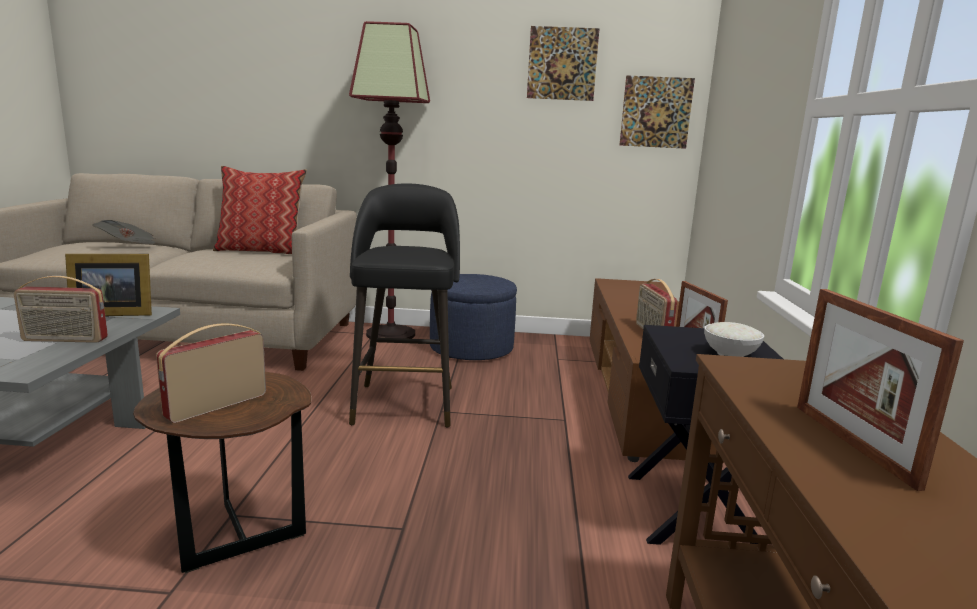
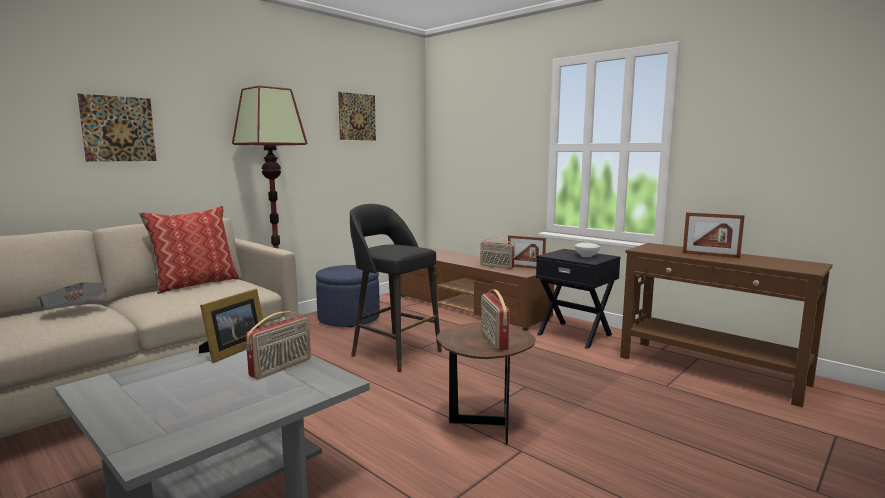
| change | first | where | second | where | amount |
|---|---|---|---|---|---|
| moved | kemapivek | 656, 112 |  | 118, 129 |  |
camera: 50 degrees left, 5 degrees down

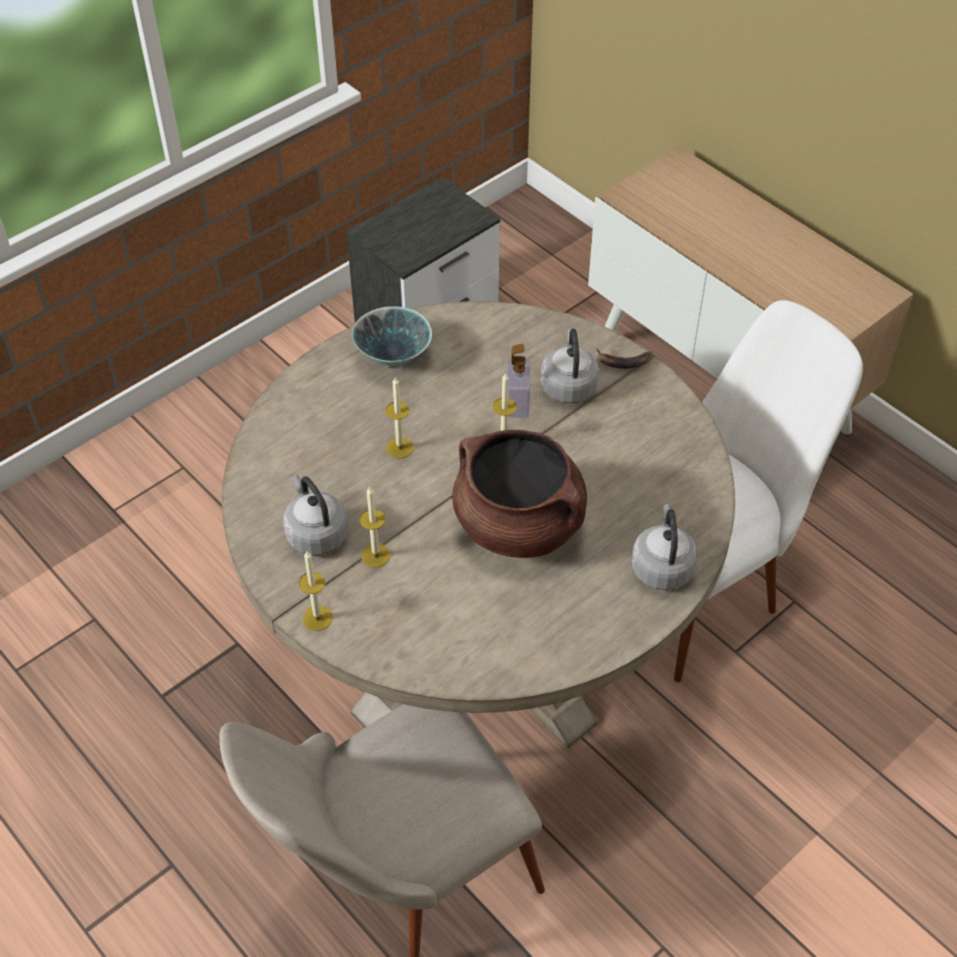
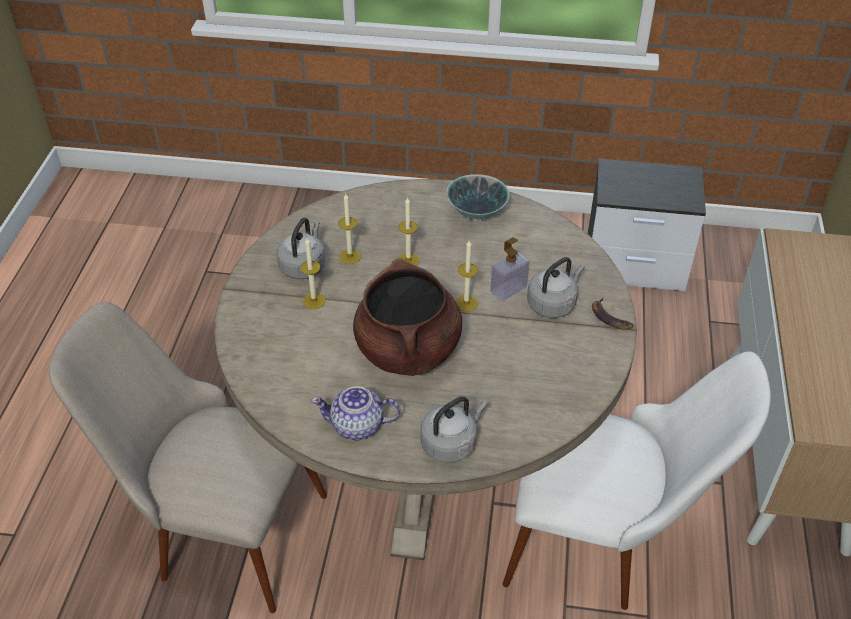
| change | first | where | second | where | amount |
|---|---|---|---|---|---|
| added |  |  | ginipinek | 358, 426 |  |
| moved | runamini | 317, 618 |  | 350, 256 |  |
camera: 50 degrees right, 5 degrees down

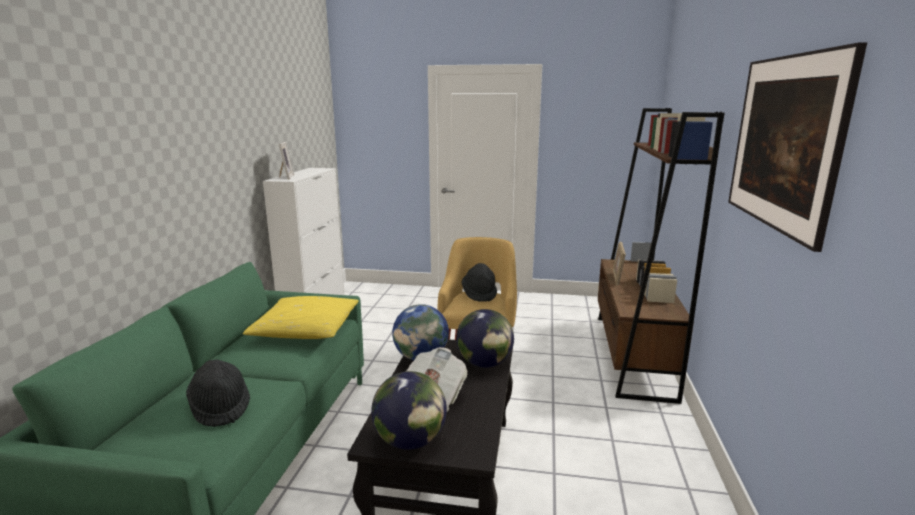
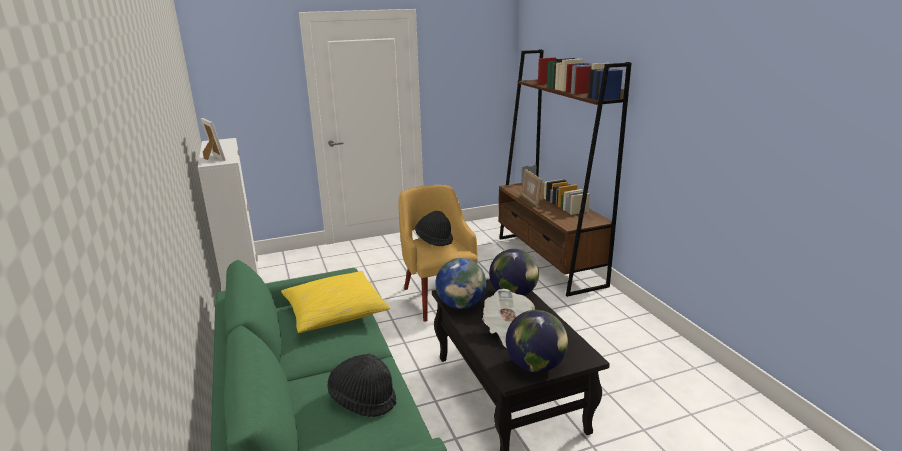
| change | first | where | second | where | amount |
|---|---|---|---|---|---|
| removed | kemapivek | 776, 183 |  |  |  |
camera: 30 degrees left, 5 degrees up

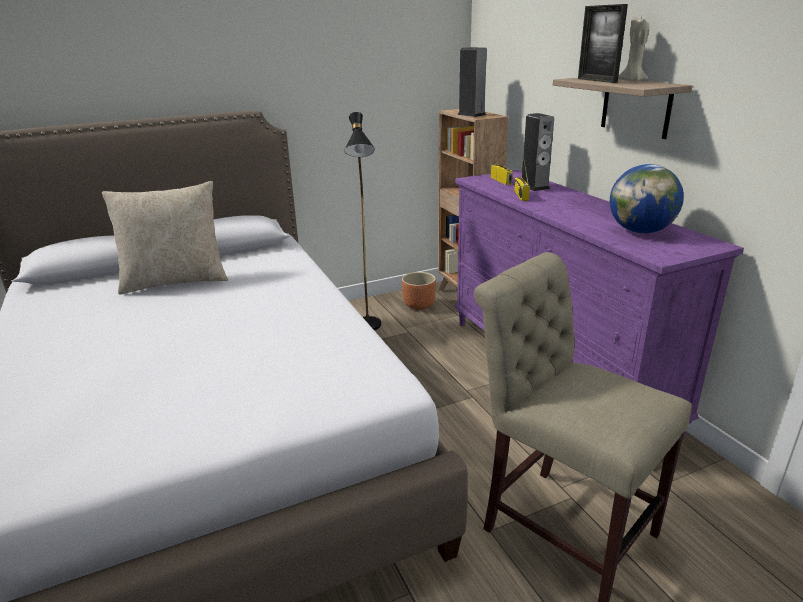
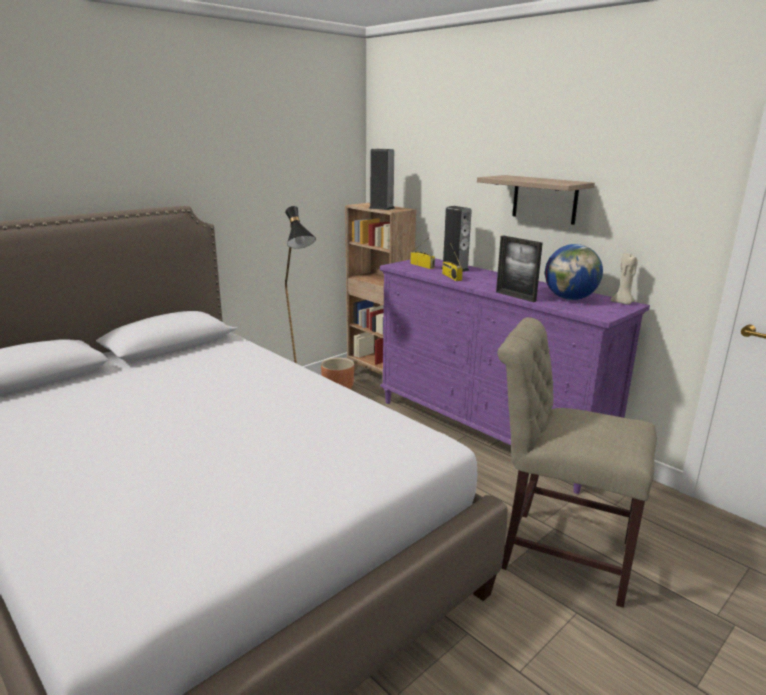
| change | first | where | second | where | amount |
|---|---|---|---|---|---|
| removed | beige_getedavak | 175, 281 |  |  |  |
| moved | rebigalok | 596, 80 |  | 515, 296 |  |
| moved | beige_runamini | 632, 81 |  | 623, 303 |  |
camera: 20 degrees left, 5 degrees down

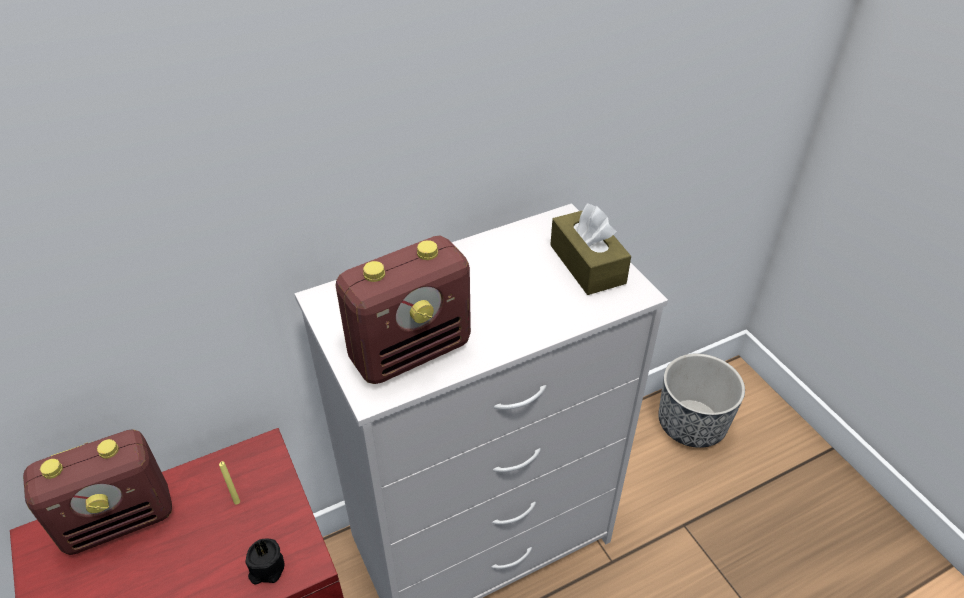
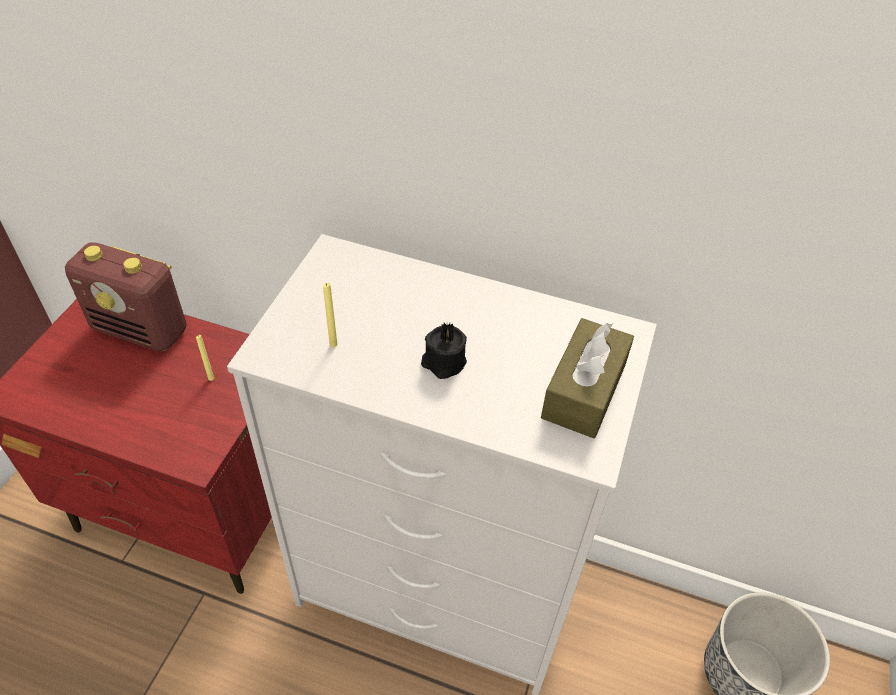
| change | first | where | second | where | amount |
|---|---|---|---|---|---|
| moved | black_runamini | 266, 569 |  | 443, 363 |  |
| replaced | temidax | 411, 351 | yellow_runamini | 333, 344 |  |
camera: 45 degrees right, 5 degrees up

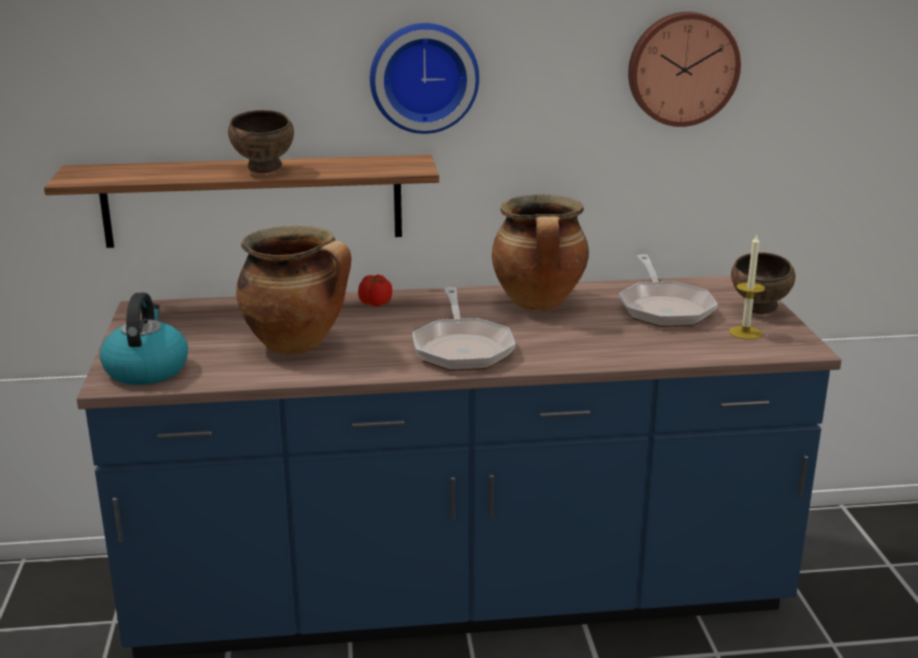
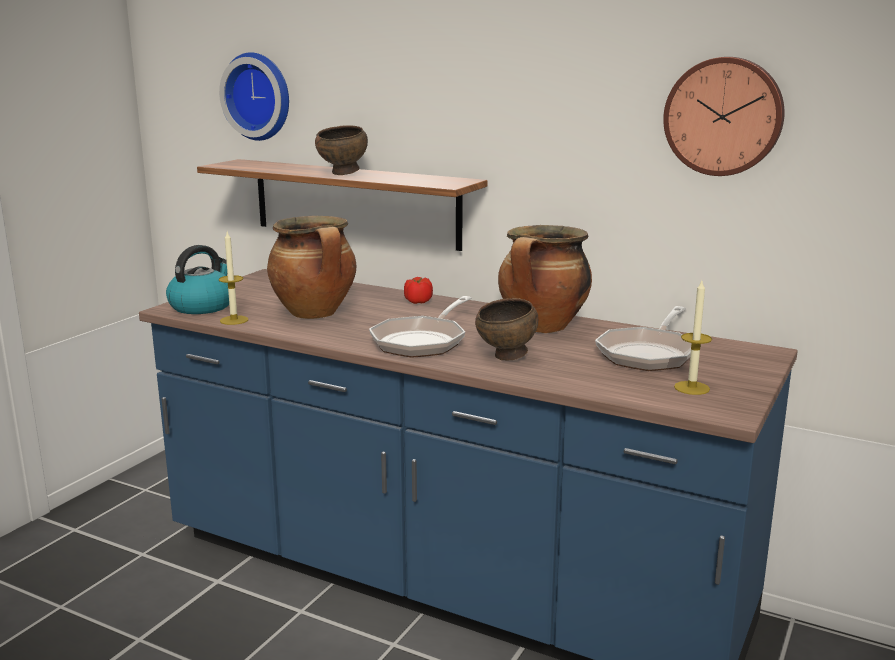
| change | first | where | second | where | amount |
|---|---|---|---|---|---|
| added |  |  | runamini | 234, 320 |  |
| moved | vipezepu | 423, 77 |  | 259, 96 |  |
| moved | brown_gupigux | 760, 310 |  | 507, 357 |  |
camera: 35 degrees right, 5 degrees down

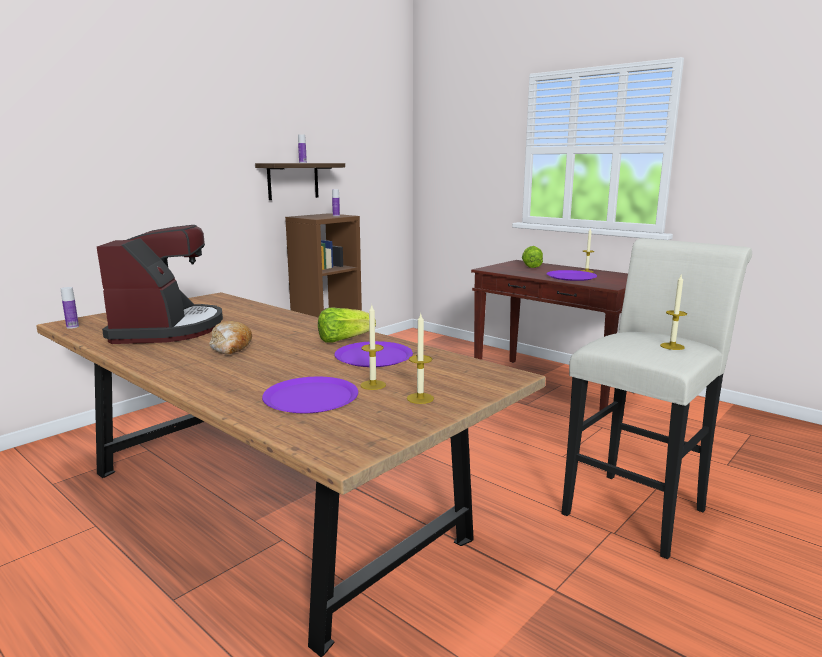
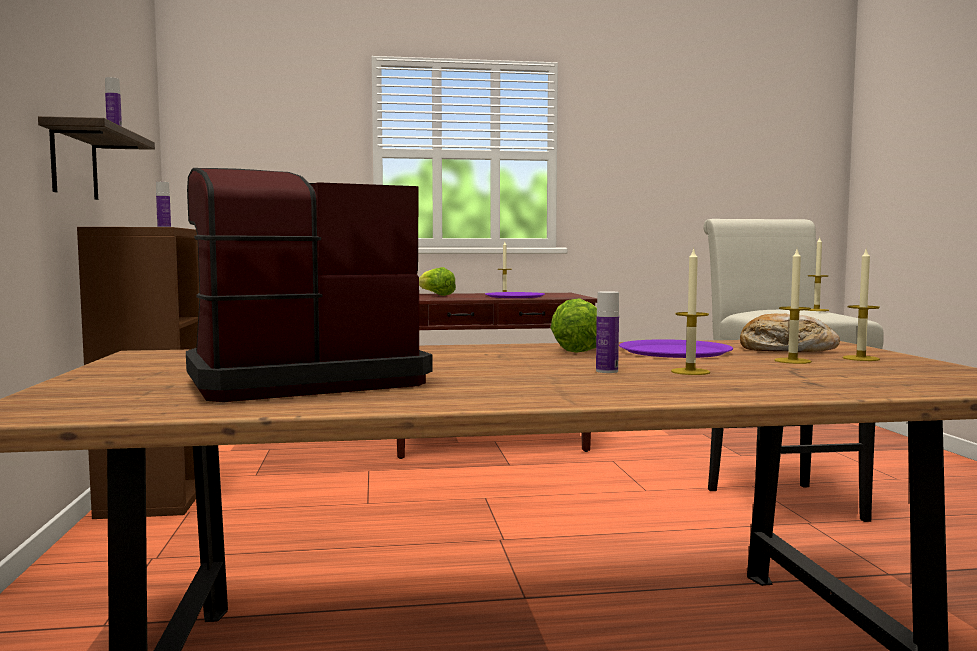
| change | first | where | second | where | amount |
|---|---|---|---|---|---|
| removed | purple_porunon | 311, 397 |  |  |  |
| added |  |  | runamini | 690, 372 |  |
| moved | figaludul | 72, 327 |  | 607, 371 |  |
| moved | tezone | 231, 347 |  | 786, 350 |  |
| turned | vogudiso | 168, 329 |  | 300, 380 | 60 degrees counterclockwise |
camera: 50 degrees left, 10 degrees down

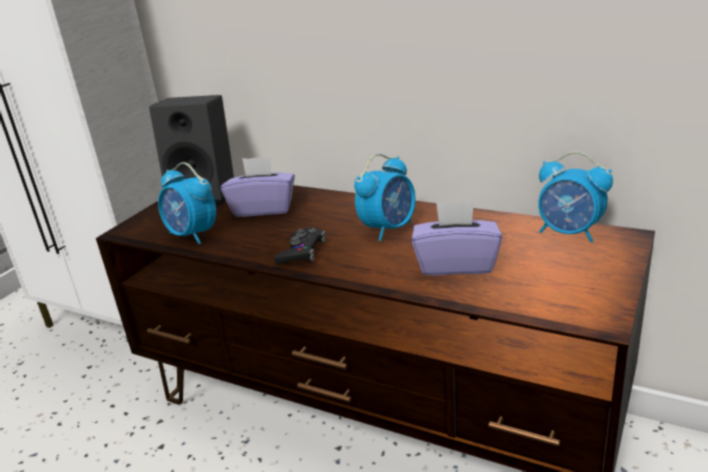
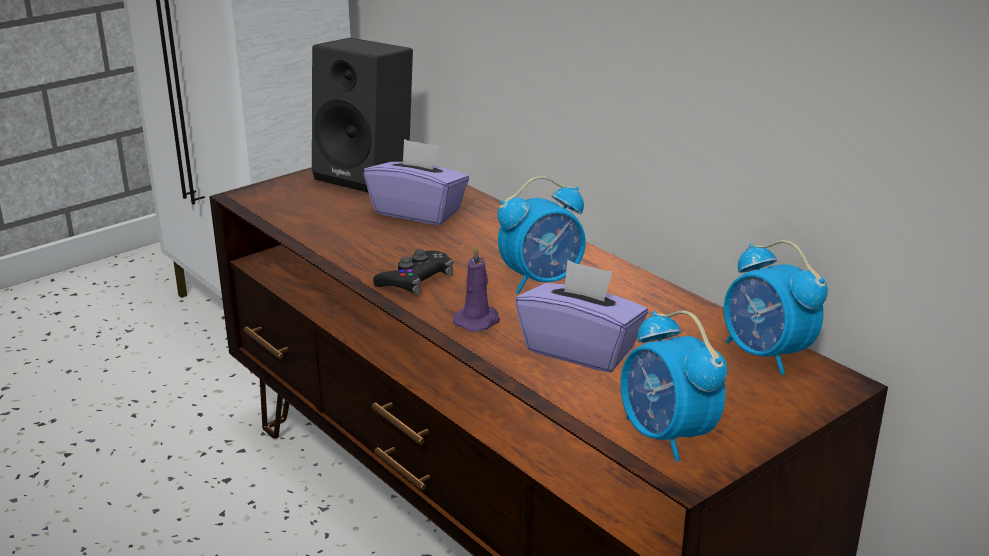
| change | first | where | second | where | amount |
|---|---|---|---|---|---|
| added |  |  | purple_runamini | 478, 321 |  |
| moved | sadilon | 193, 235 |  | 666, 436 |  |
camera: 20 degrees right, 0 degrees up

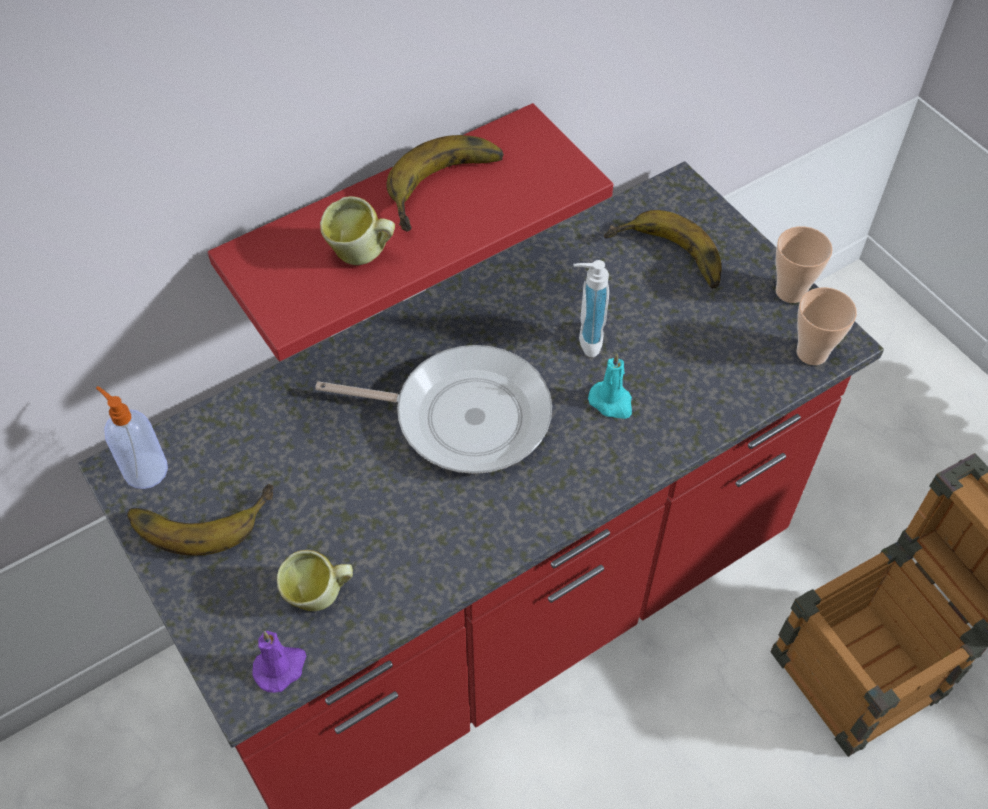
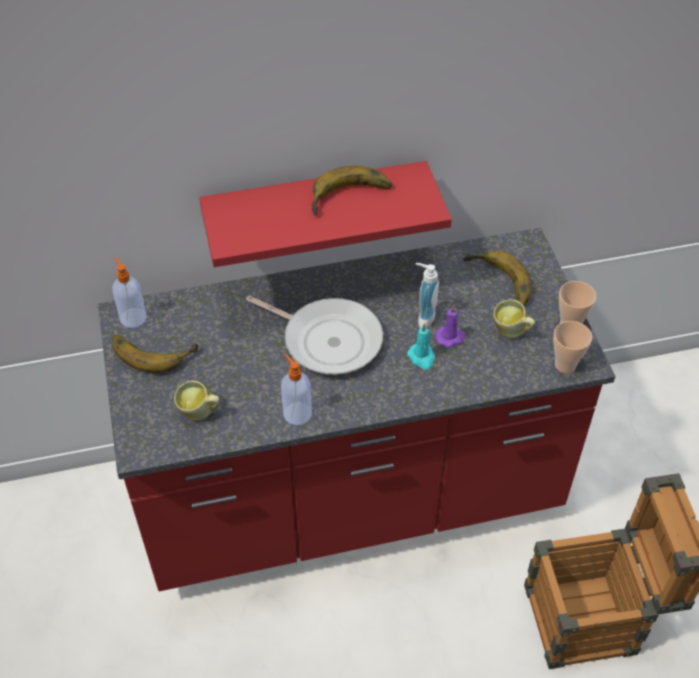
| change | first | where | second | where | amount |
|---|---|---|---|---|---|
| added |  |  | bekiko | 296, 413 |  |
| moved | purple_runamini | 281, 667 |  | 451, 337 |  |
| moved | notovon | 362, 255 |  | 511, 333 |  |
camera: 20 degrees right, 5 degrees down

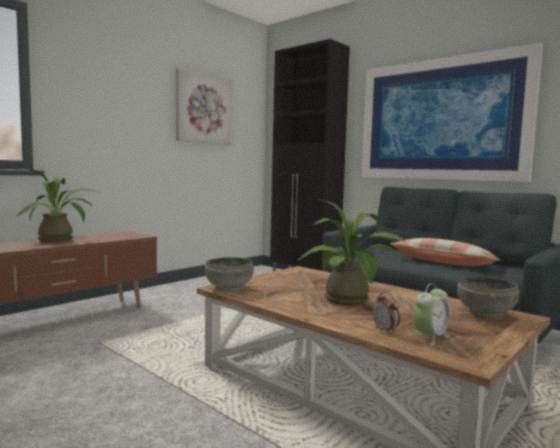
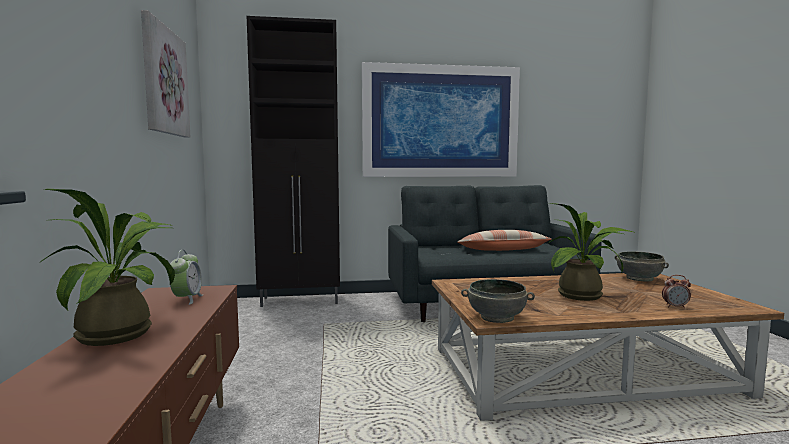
| change | first | where | second | where | amount |
|---|---|---|---|---|---|
| moved | sadilon | 430, 338 |  | 187, 299 |  |
camera: 50 degrees left, 0 degrees up

